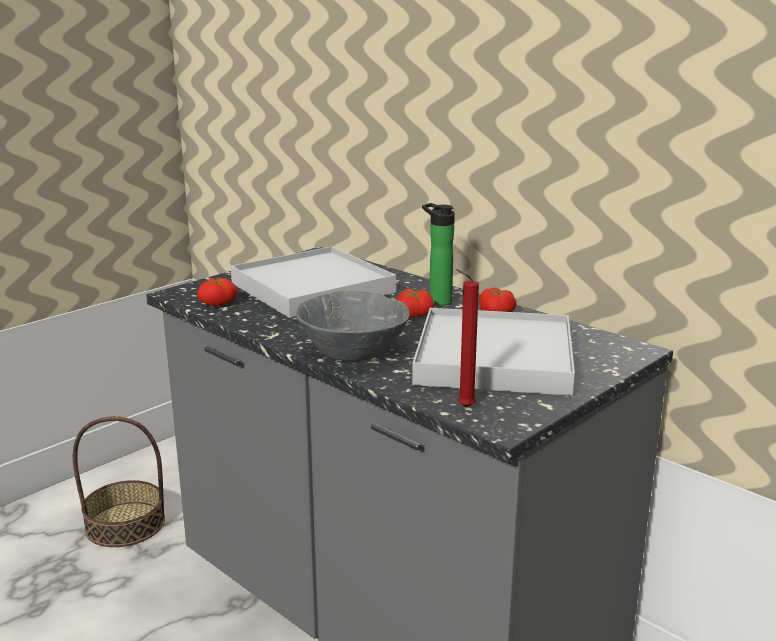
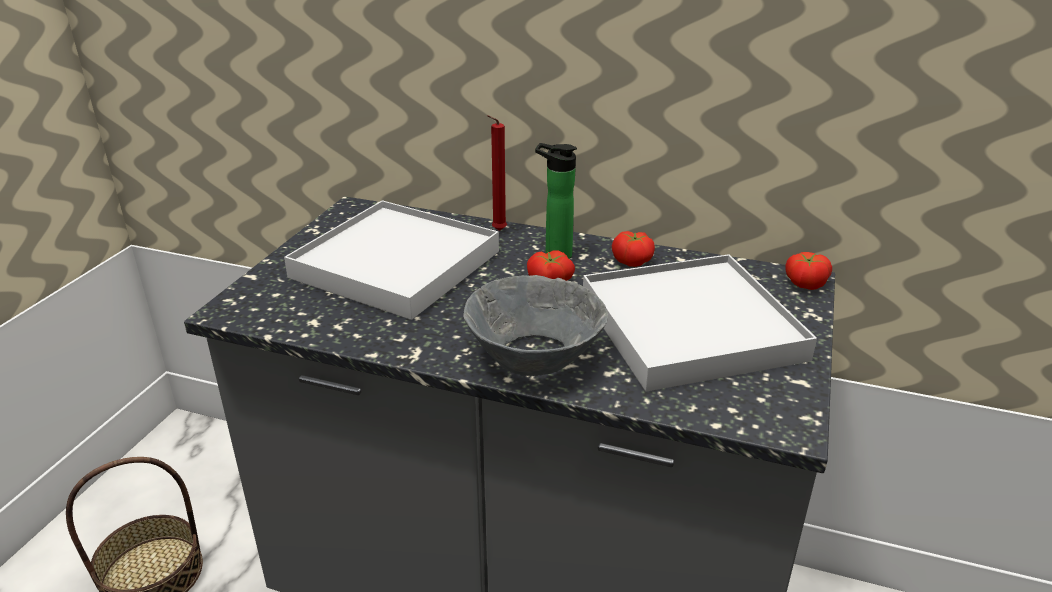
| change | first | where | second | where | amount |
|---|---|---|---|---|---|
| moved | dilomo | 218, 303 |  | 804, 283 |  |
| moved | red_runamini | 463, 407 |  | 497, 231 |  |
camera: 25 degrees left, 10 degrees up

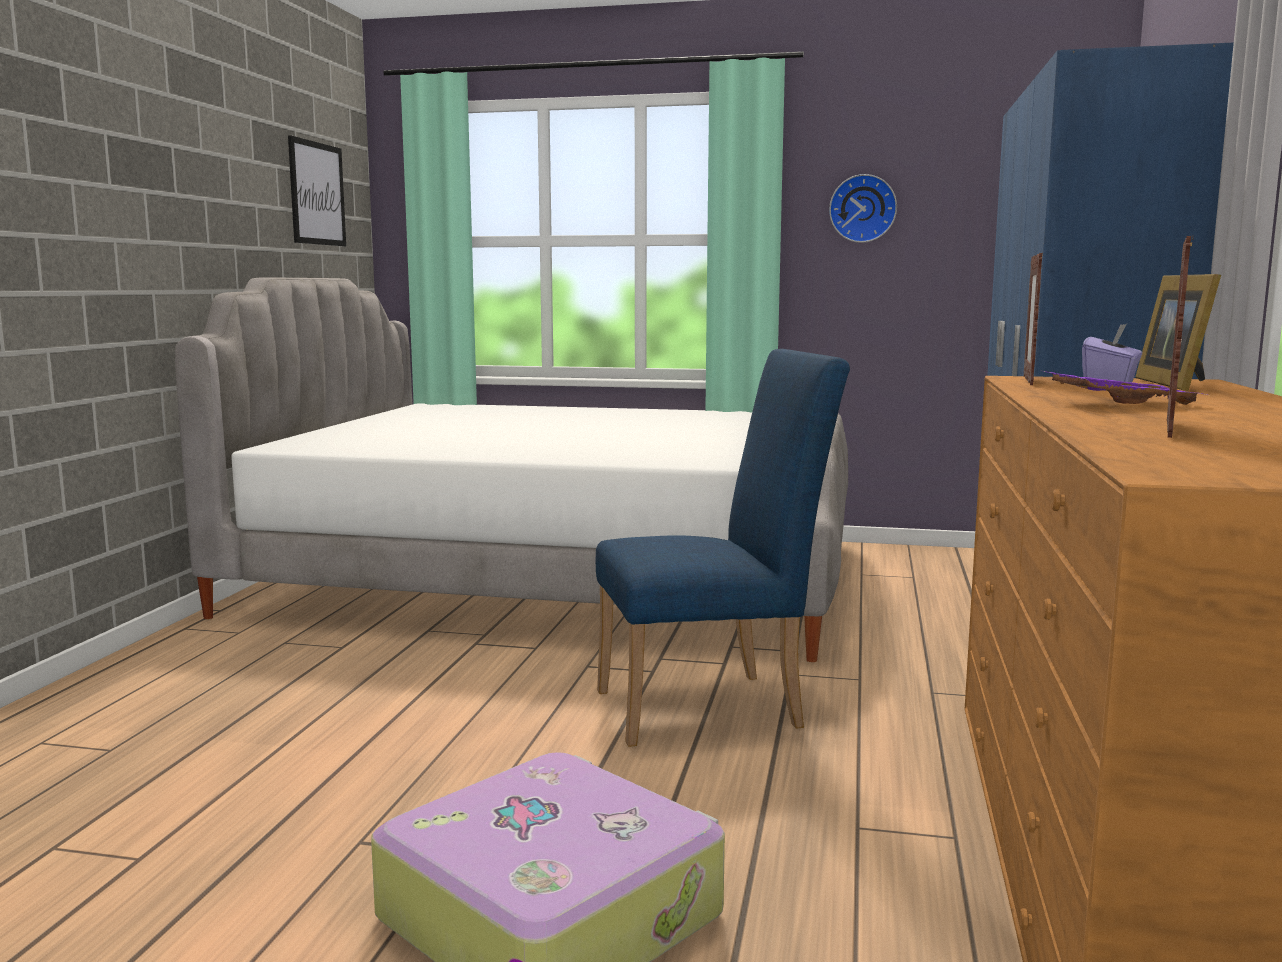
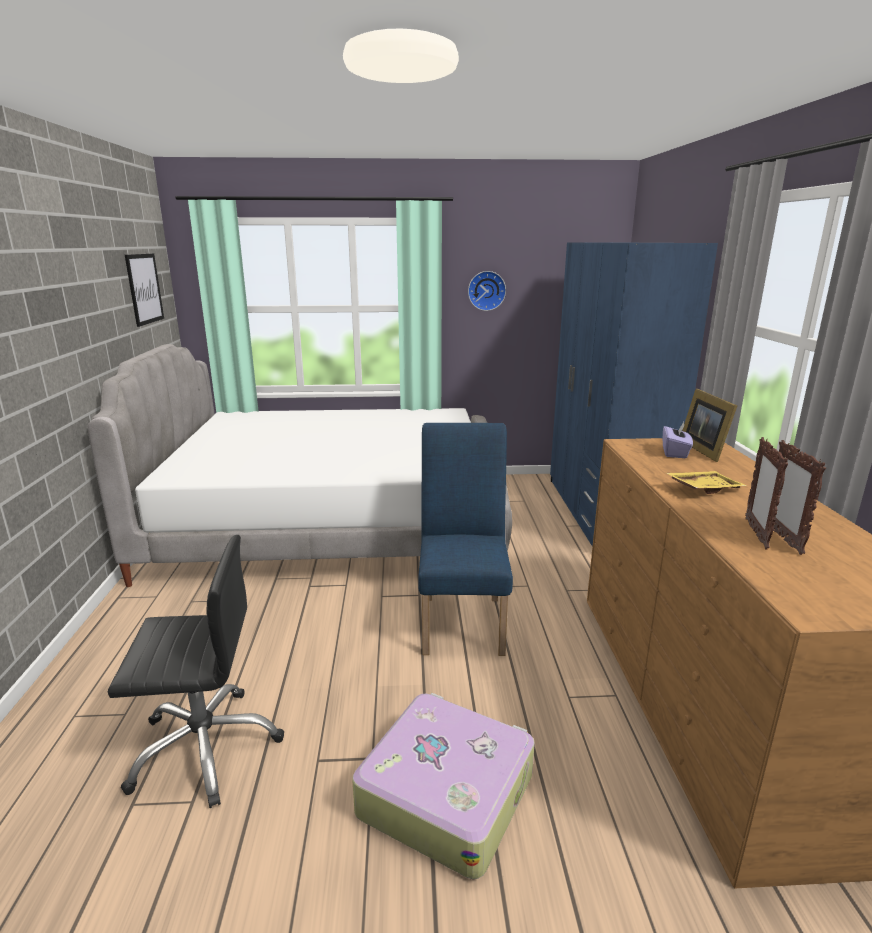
| change | first | where | second | where | amount |
|---|---|---|---|---|---|
| added |  |  | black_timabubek | 206, 746 |  |
| moved | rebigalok | 1028, 381 |  | 782, 538 |  |
| recoloured | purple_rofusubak | 1119, 403 | yellow_rofusubak | 703, 488 |  |
| turned | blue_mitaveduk | 714, 707 |  | 463, 619 | 60 degrees counterclockwise |
camera: 15 degrees left, 10 degrees up

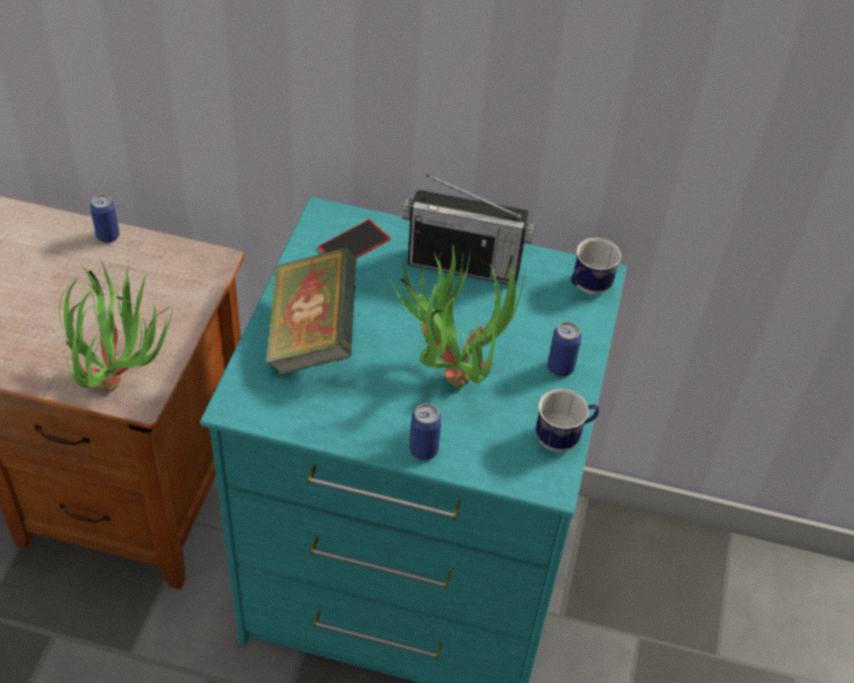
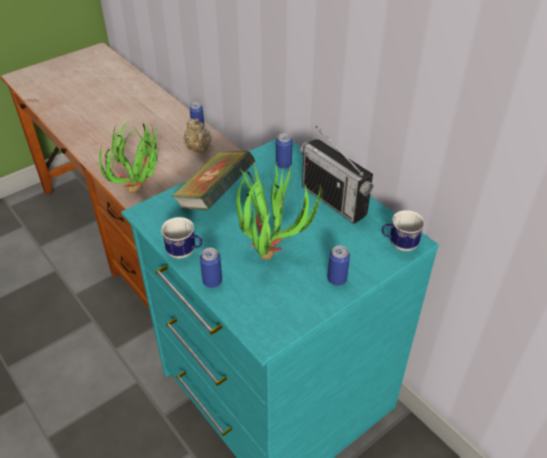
| change | first | where | second | where | amount |
|---|---|---|---|---|---|
| added |  |  | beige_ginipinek | 199, 149 |  |
| moved | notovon | 563, 437 |  | 185, 253 |  |
| replaced | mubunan | 354, 243 | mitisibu | 283, 164 |  |
camera: 40 degrees right, 5 degrees down

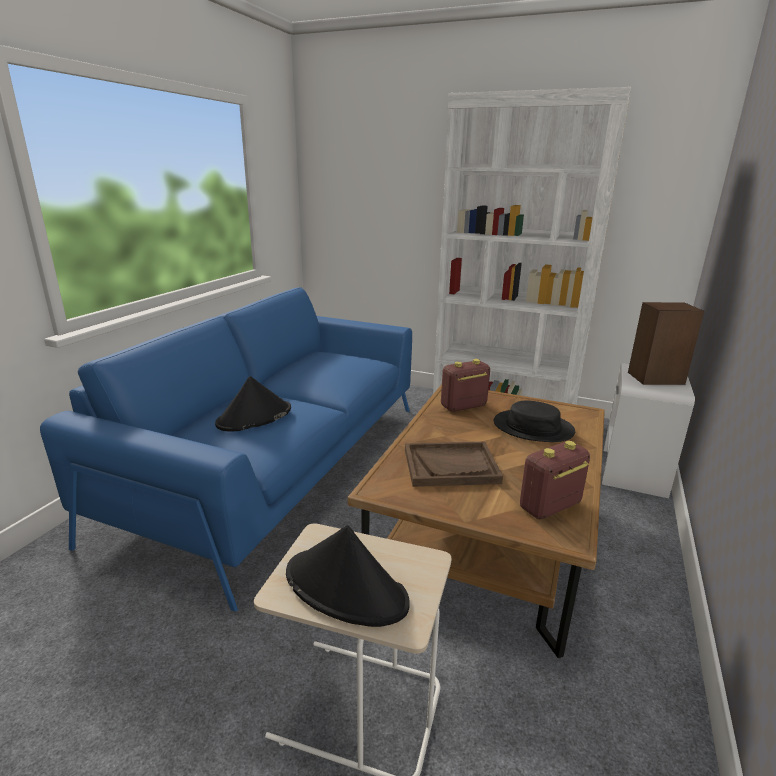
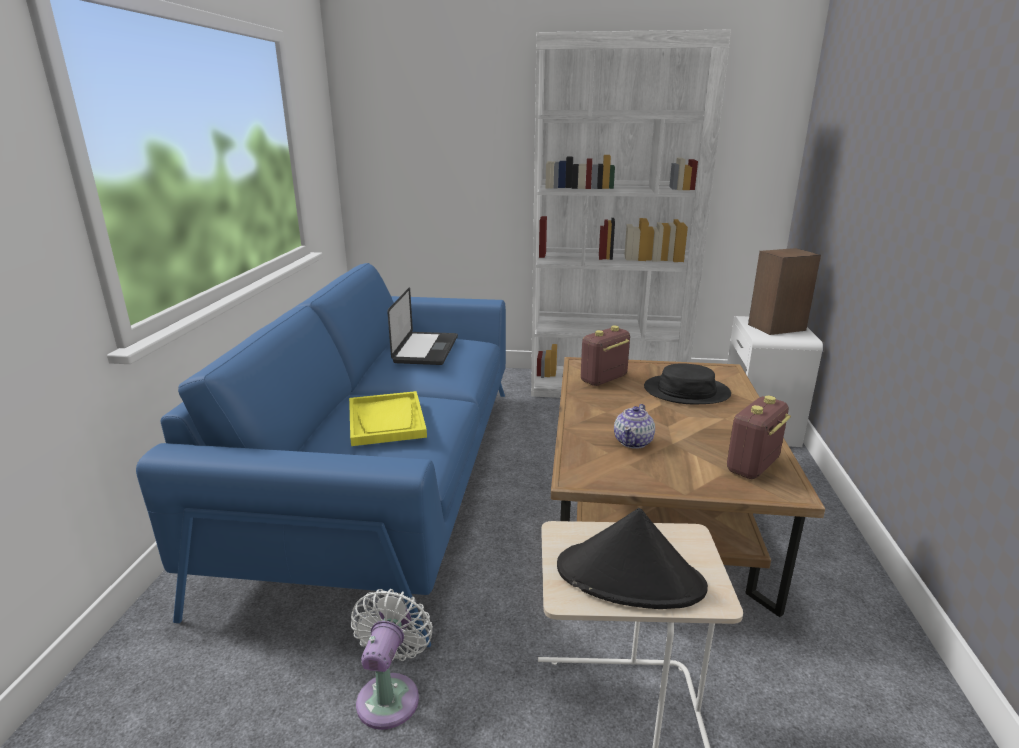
| change | first | where | second | where | amount |
|---|---|---|---|---|---|
| added |  |  | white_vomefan | 390, 694 |  |
| added |  |  | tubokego | 426, 349 |  |
| replaced | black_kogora | 254, 417 | yellow_rofusubak | 386, 420 |  |
| replaced | brown_rofusubak | 451, 466 | ginipinek | 633, 442 |  |
camera: 15 degrees left, 0 degrees up

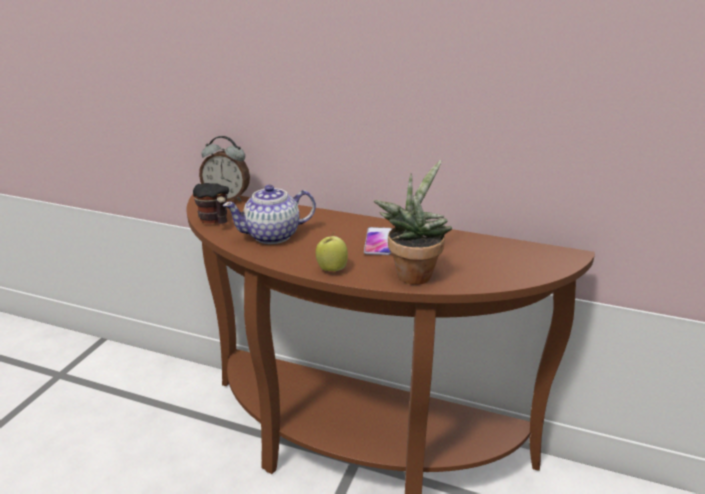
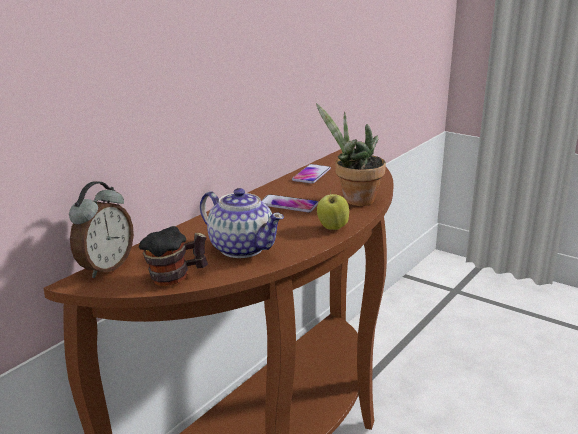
| change | first | where | second | where | amount |
|---|---|---|---|---|---|
| added |  |  | mubunan | 311, 175 |  |
| turned | ginipinek | 273, 236 |  | 241, 248 | 45 degrees counterclockwise |
camera: 75 degrees left, 5 degrees down

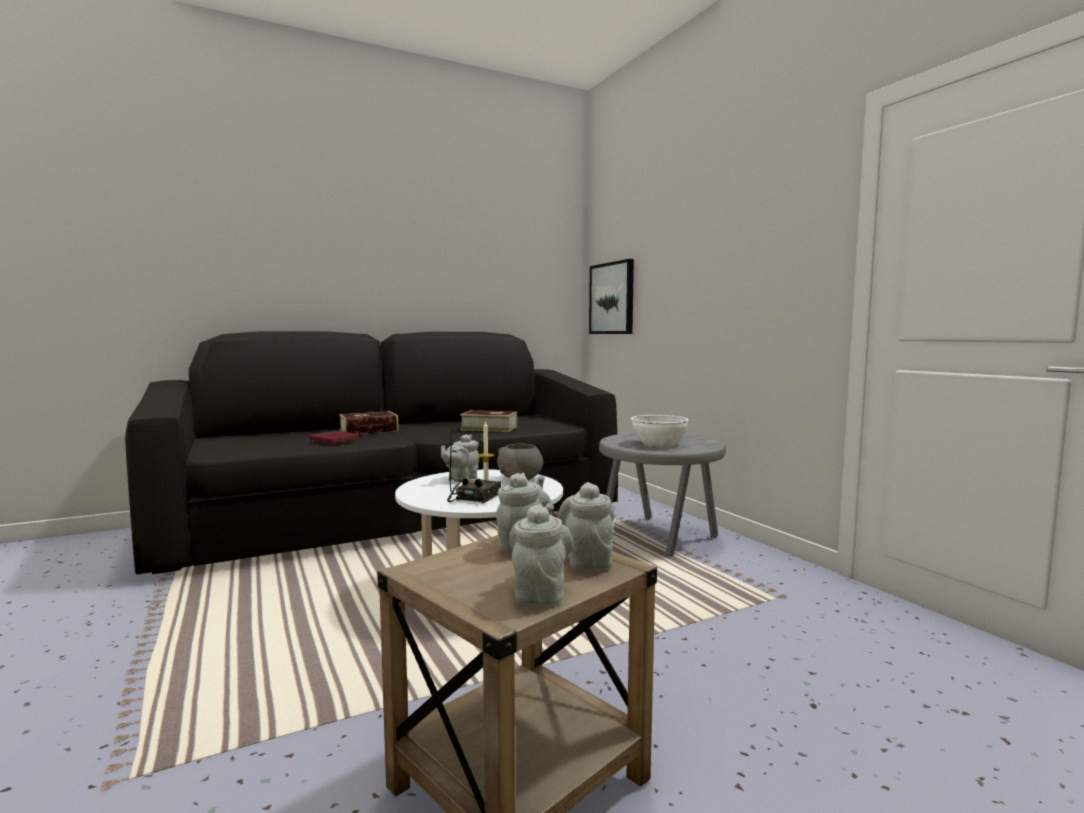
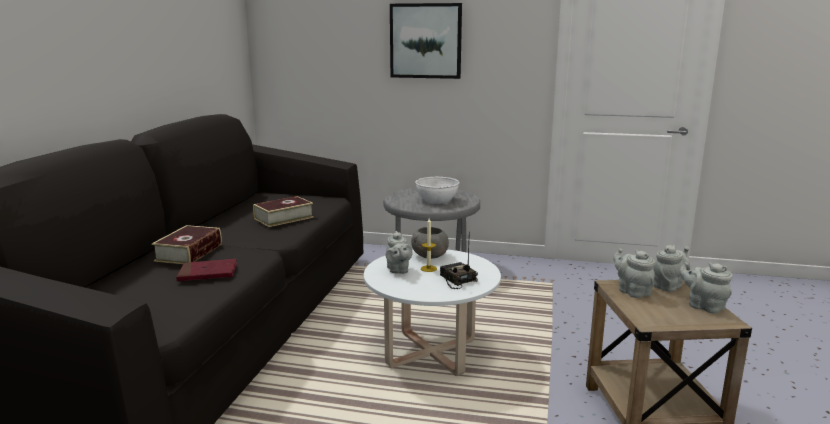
| change | first | where | second | where | amount |
|---|---|---|---|---|---|
| moved | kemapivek | 612, 298 |  | 425, 41 |  |
| turned | grey_ginipinek | 587, 559 |  | 669, 286 | 105 degrees clockwise |
camera: 50 degrees left, 10 degrees up

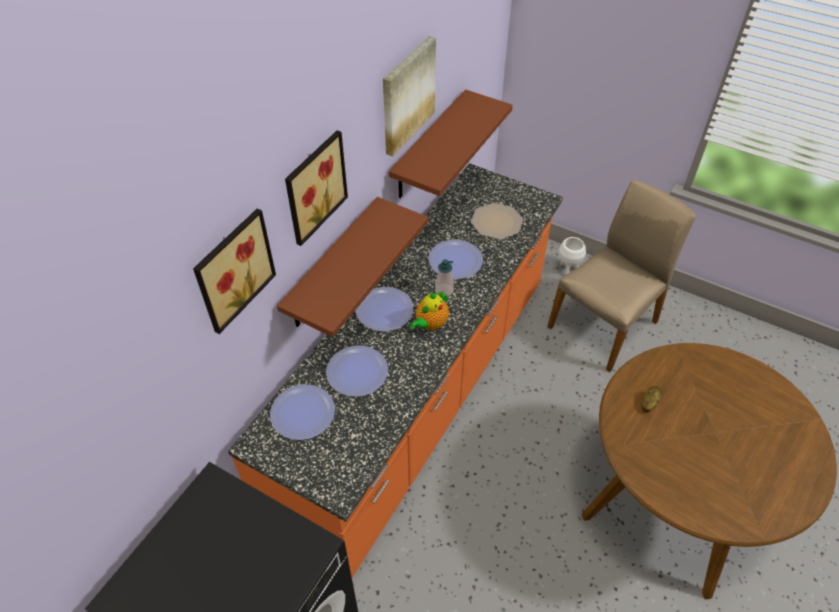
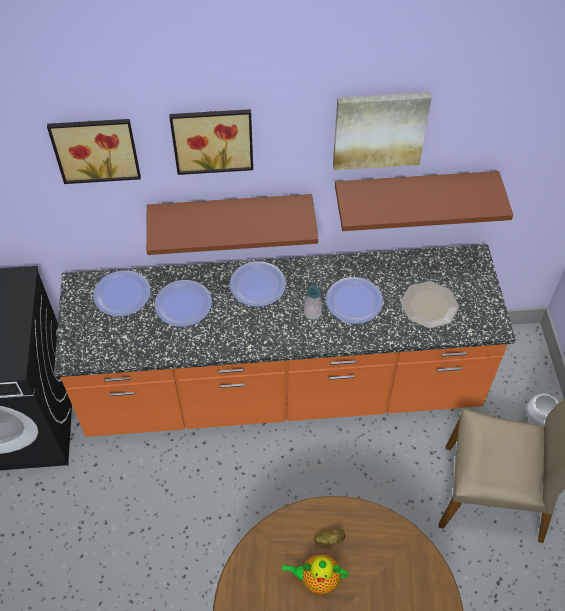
| change | first | where | second | where | amount |
|---|---|---|---|---|---|
| moved | ginipinek | 430, 324 |  | 317, 579 |  |
camera: 55 degrees right, 5 degrees up

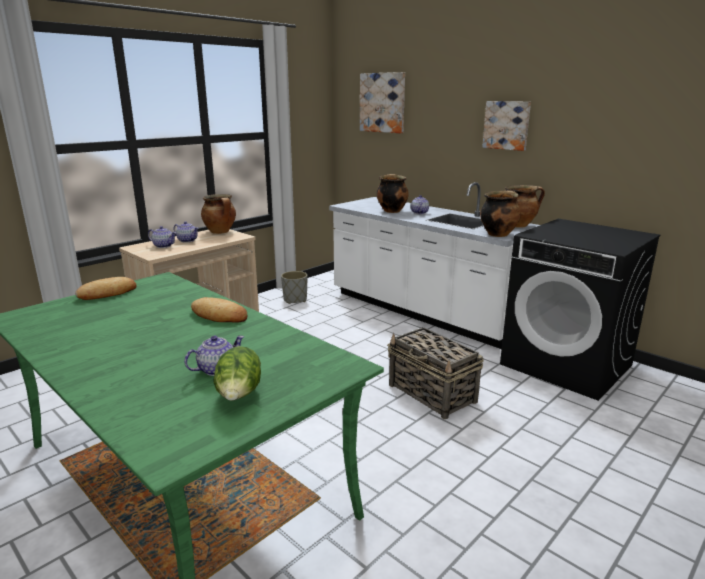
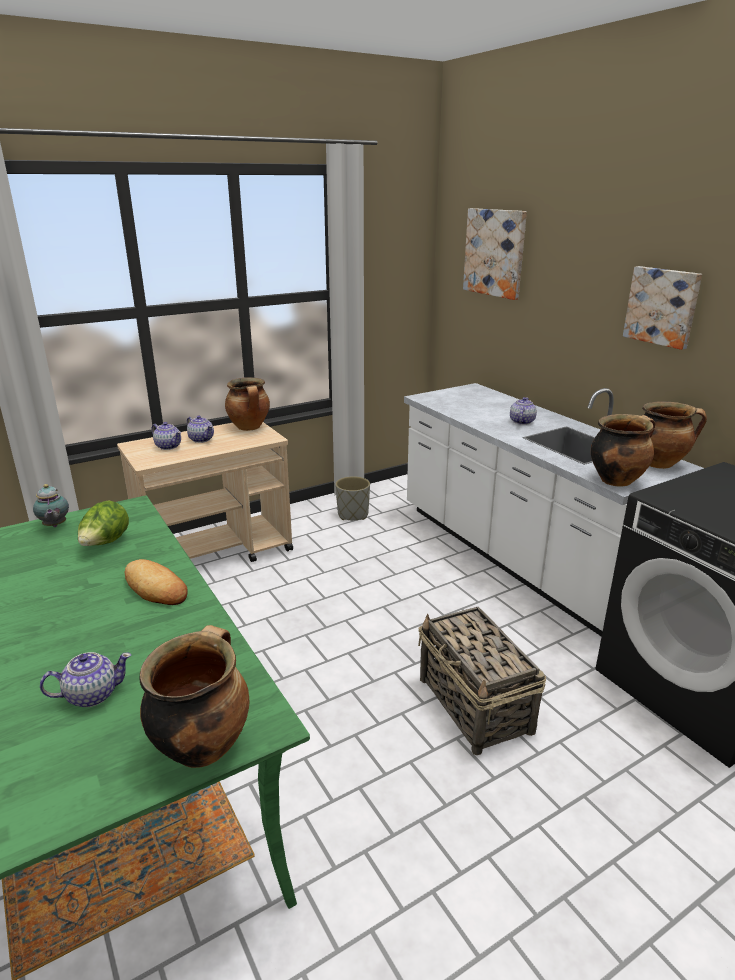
| change | first | where | second | where | amount |
|---|---|---|---|---|---|
| moved | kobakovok | 239, 396 |  | 105, 543 |  |
| moved | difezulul | 391, 211 |  | 202, 745 |  |
| replaced | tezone | 108, 293 | ginipinek | 54, 526 |  |
camera: 15 degrees right, 5 degrees up

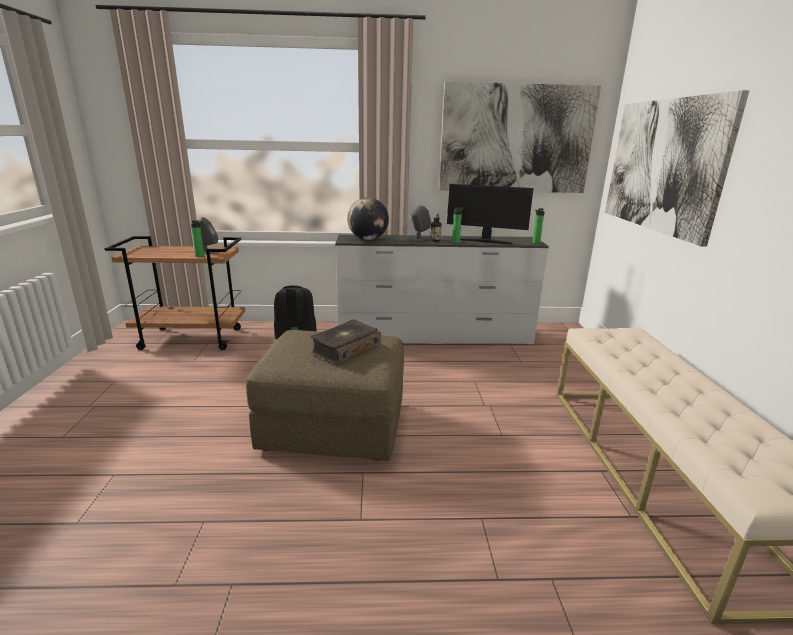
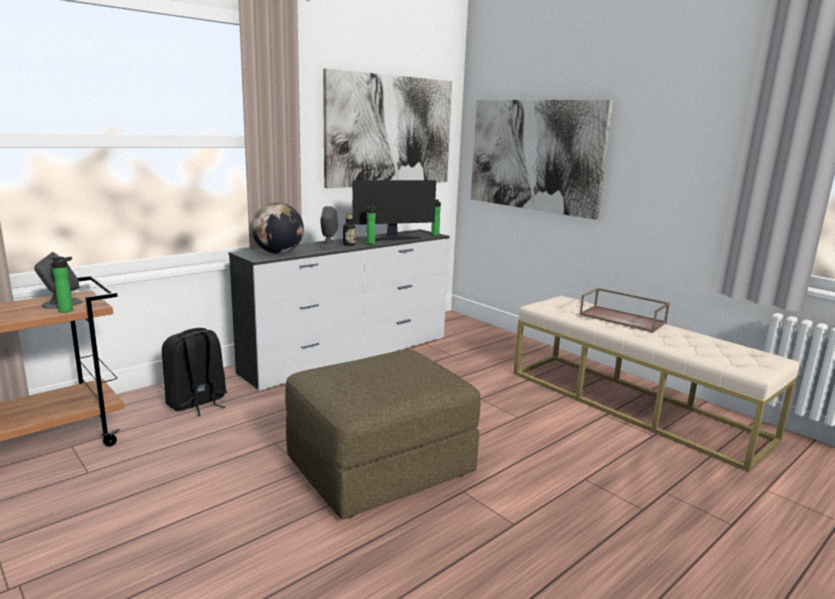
| change | first | where | second | where | amount |
|---|---|---|---|---|---|
| removed | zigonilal | 345, 349 |  |  |  |
| added |  |  | brown_rofusubak | 623, 318 |  |
camera: 40 degrees left, 5 degrees down

